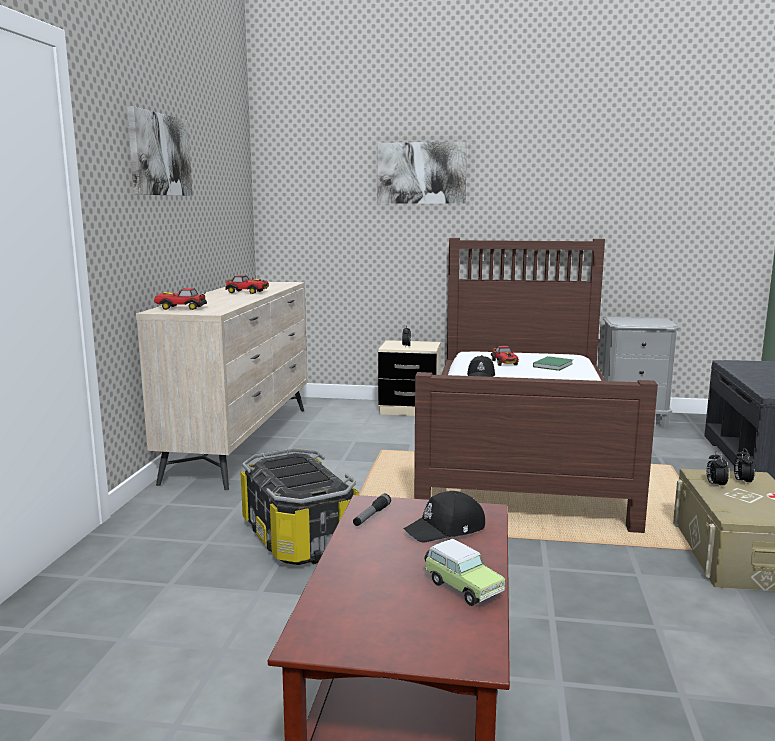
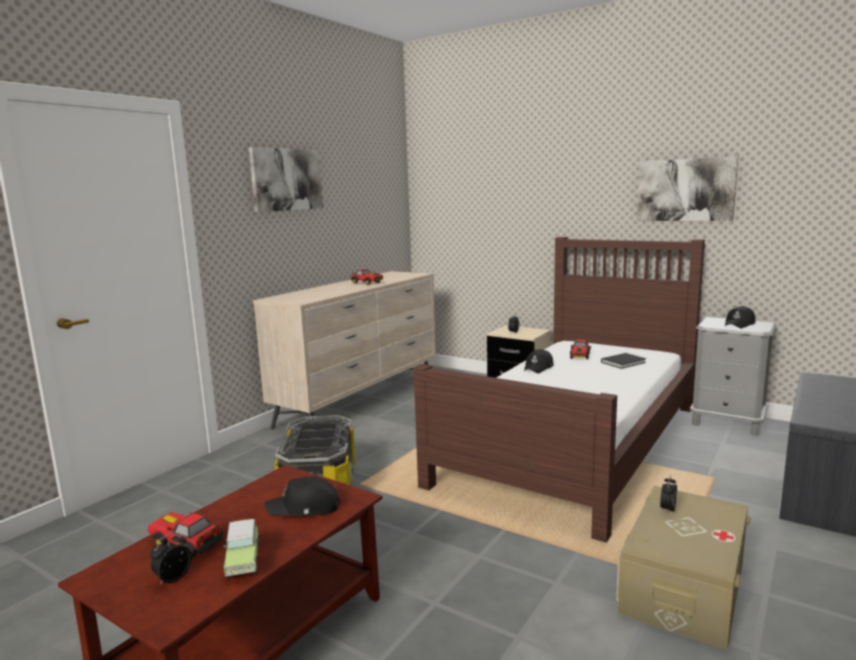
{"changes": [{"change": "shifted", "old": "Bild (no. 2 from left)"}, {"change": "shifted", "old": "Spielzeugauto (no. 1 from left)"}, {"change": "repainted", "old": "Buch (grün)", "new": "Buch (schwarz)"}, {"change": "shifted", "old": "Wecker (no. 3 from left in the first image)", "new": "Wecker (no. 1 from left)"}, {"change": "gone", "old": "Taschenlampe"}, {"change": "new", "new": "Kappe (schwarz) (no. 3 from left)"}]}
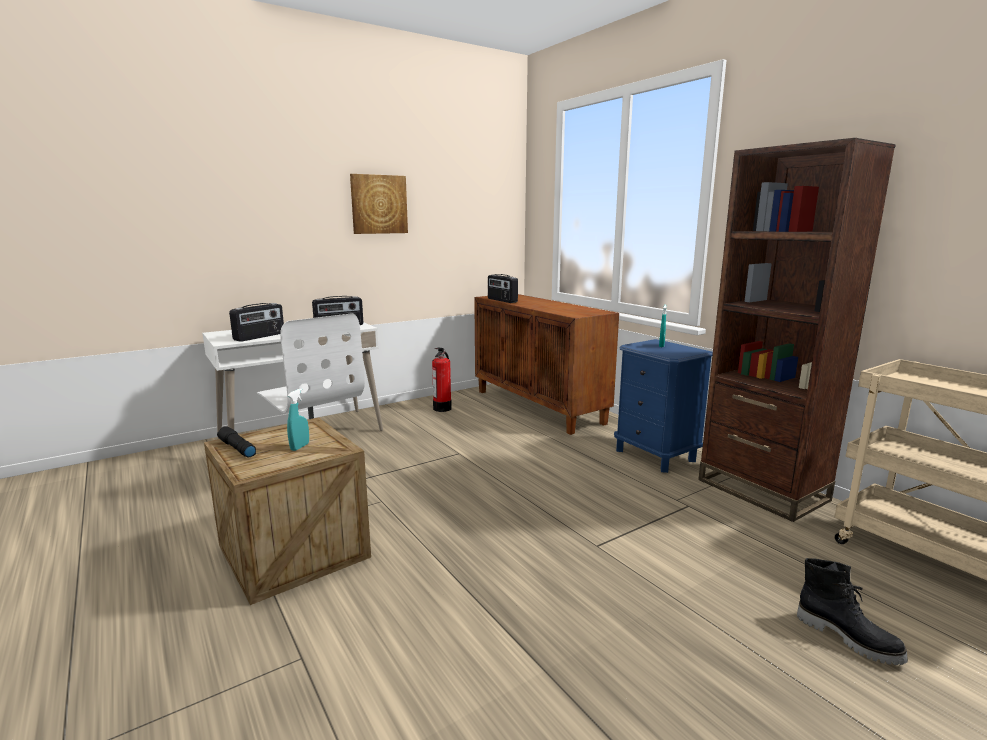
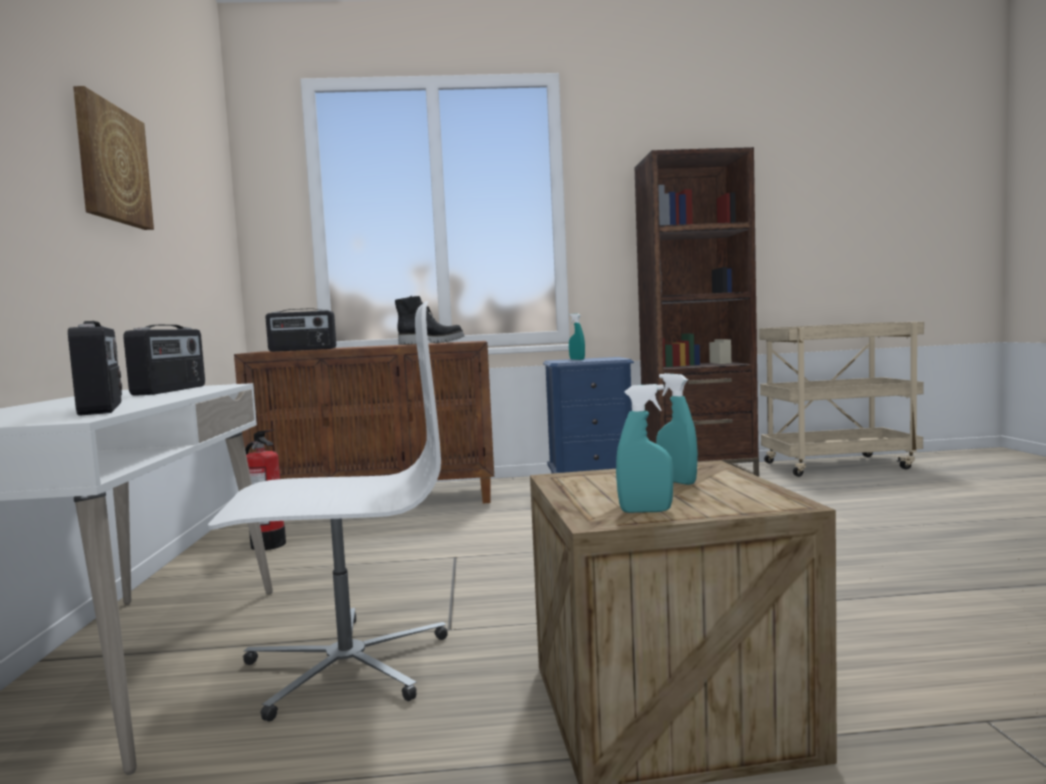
{"changes": [{"change": "swapped", "old": "Taschenlampe (schwarz)", "new": "Sprühflasche (türkis) (no. 2 from left)"}, {"change": "shifted", "old": "Stiefel (schwarz)"}]}
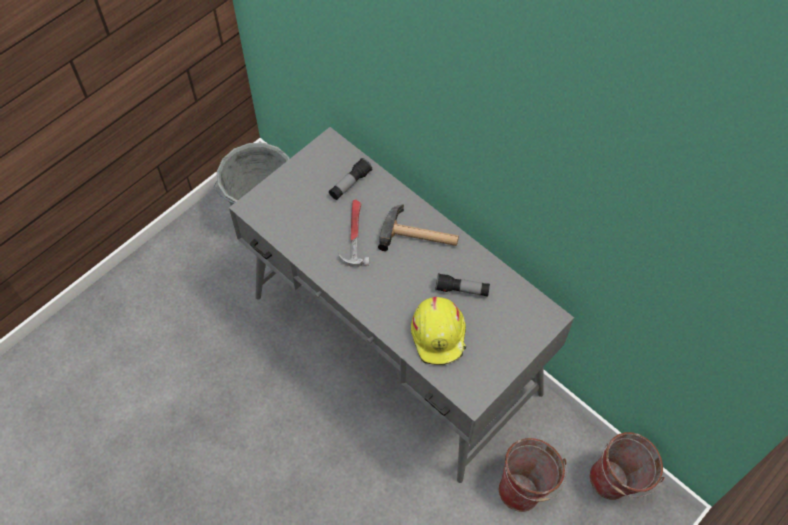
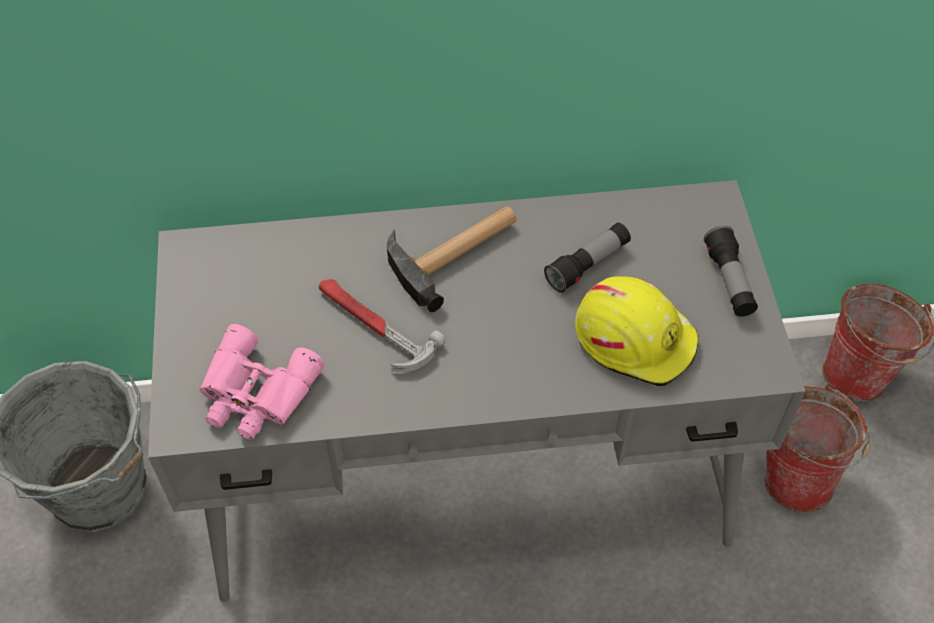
{"changes": [{"change": "shifted", "old": "Taschenlampe (no. 1 from left in the first image)", "new": "Taschenlampe (no. 2 from left)"}, {"change": "new", "new": "Fernglas (rosa)"}]}
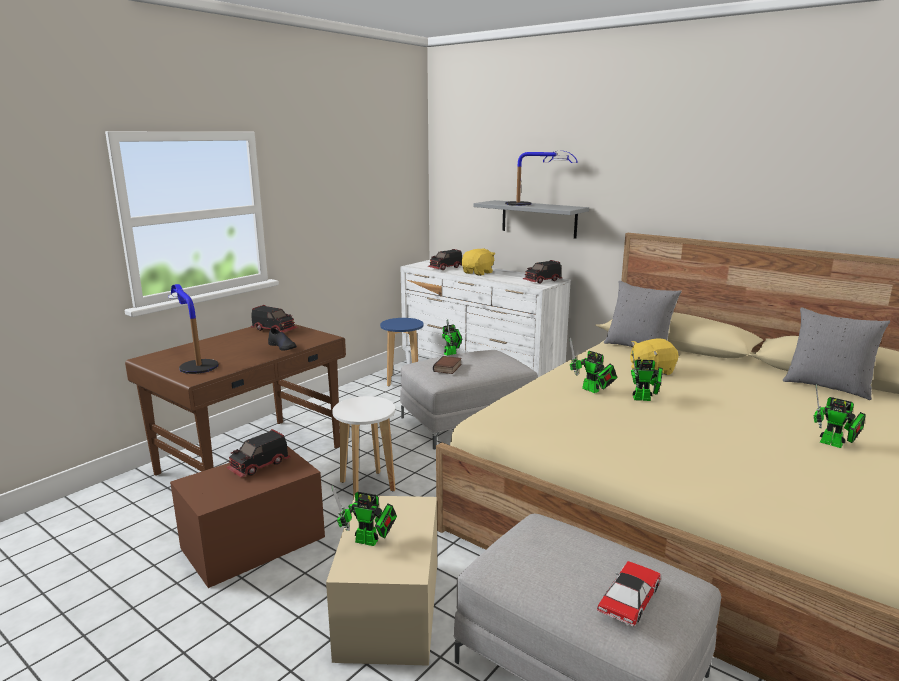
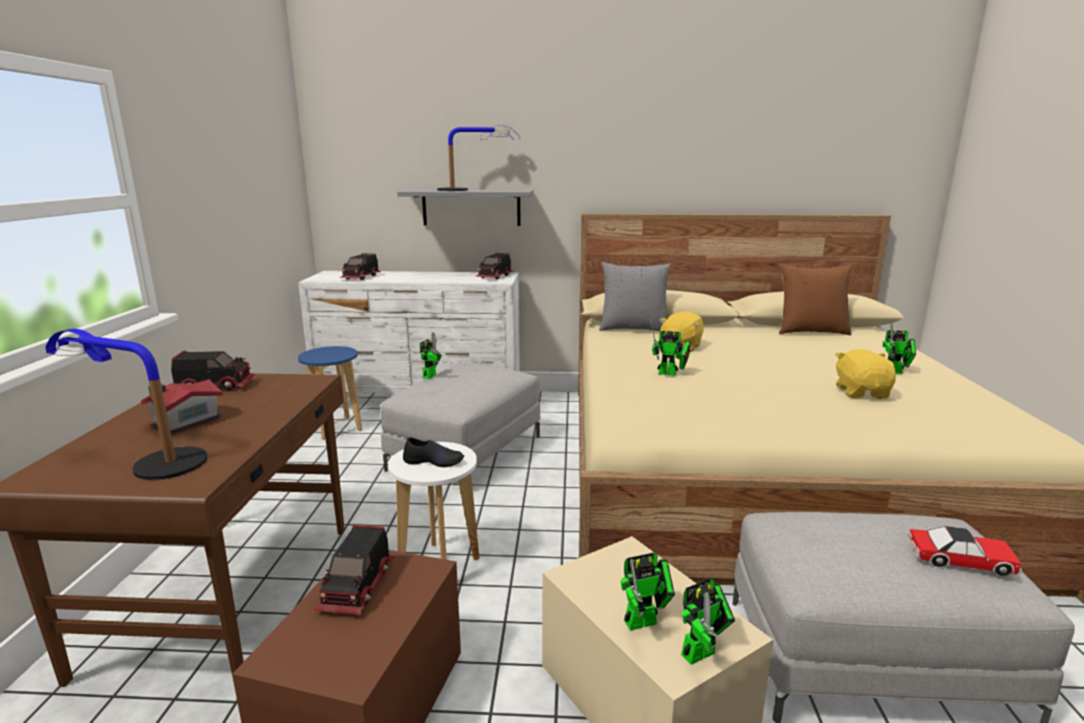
{"changes": [{"change": "shifted", "old": "Plüschtier (gelb) (no. 1 from left in the first image)", "new": "Plüschtier (gelb) (no. 2 from left)"}, {"change": "repainted", "old": "Kissen (grau) (no. 2 from left)", "new": "Kissen (braun)"}, {"change": "shifted", "old": "Schuh (schwarz)"}, {"change": "shifted", "old": "Spielzeugroboter (no. 4 from left)"}, {"change": "gone", "old": "Buch"}, {"change": "rotated", "old": "Spielzeugauto", "degrees": 105}, {"change": "new", "new": "Spielzeughaus"}]}
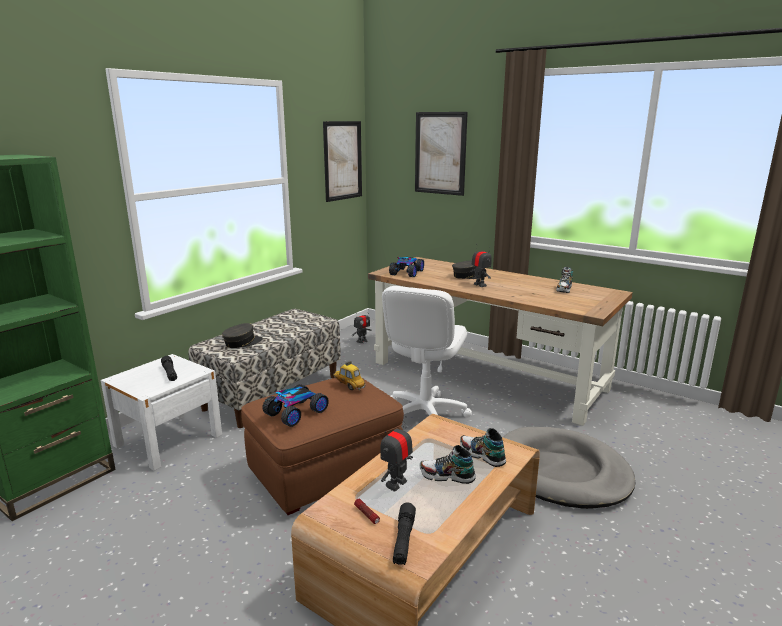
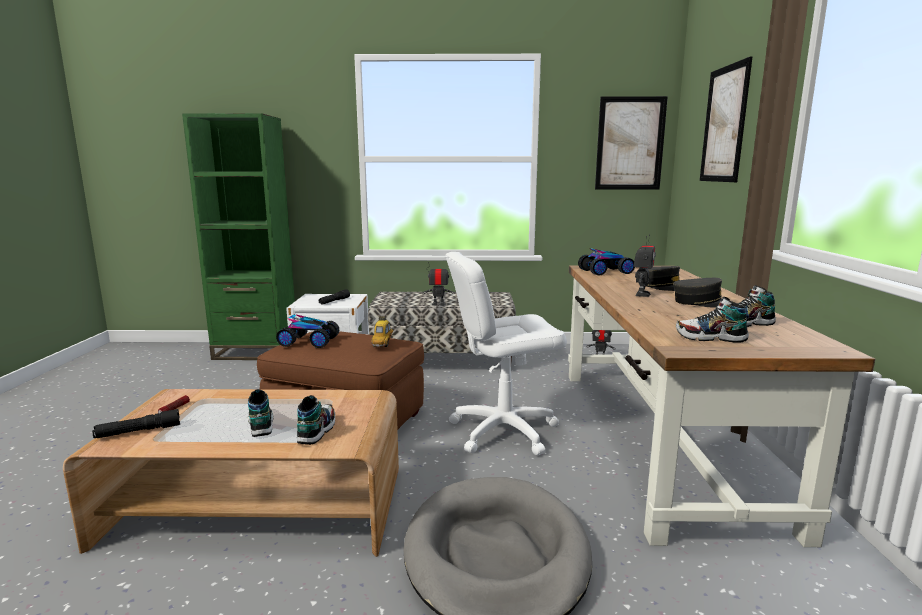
{"changes": [{"change": "shifted", "old": "Kappe (grau) (no. 1 from left in the first image)", "new": "Kappe (grau) (no. 2 from left)"}, {"change": "shifted", "old": "Spielzeugroboter (no. 2 from left in the first image)", "new": "Spielzeugroboter (no. 1 from left)"}, {"change": "new", "new": "Schuh (no. 3 from left)"}]}
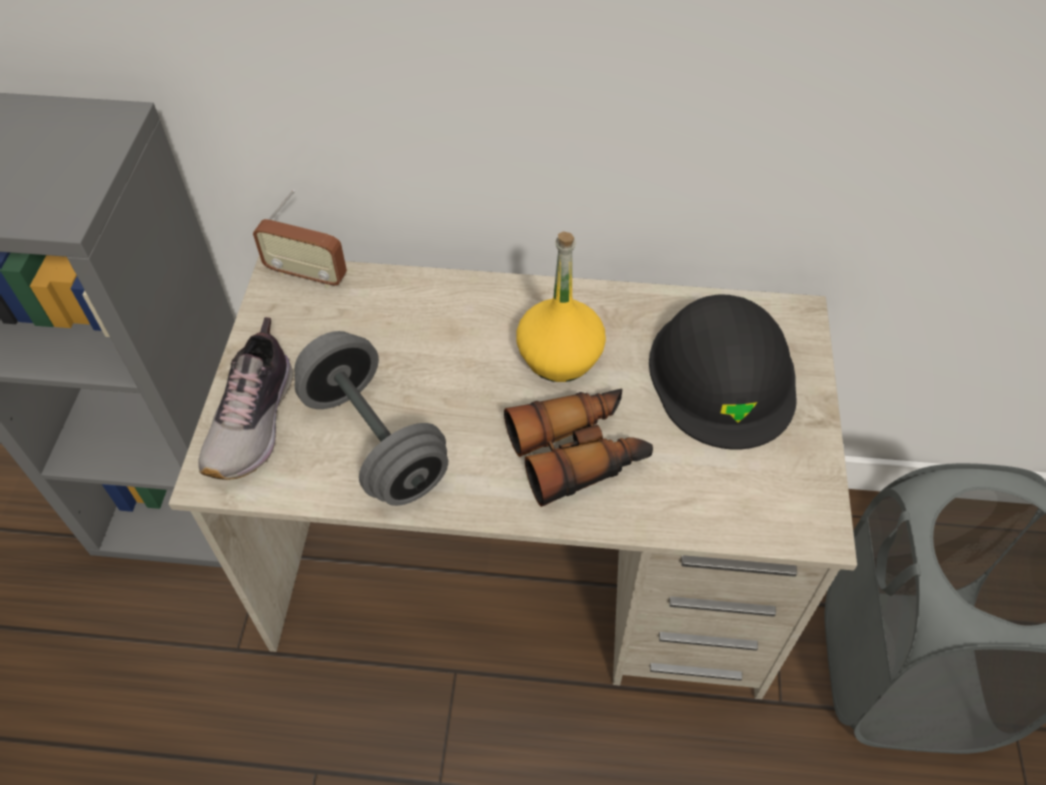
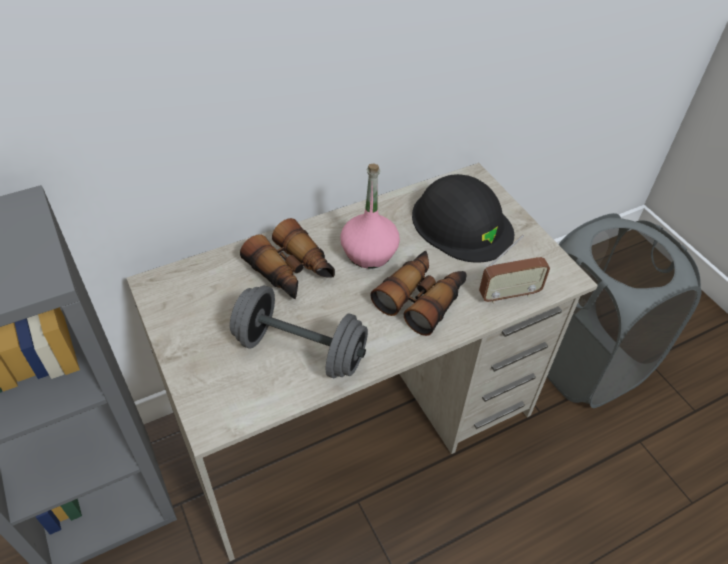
{"changes": [{"change": "shifted", "old": "Radio"}, {"change": "repainted", "old": "Flasche (gelb)", "new": "Flasche (rosa)"}, {"change": "gone", "old": "Schuh"}, {"change": "new", "new": "Fernglas (no. 1 from left)"}]}
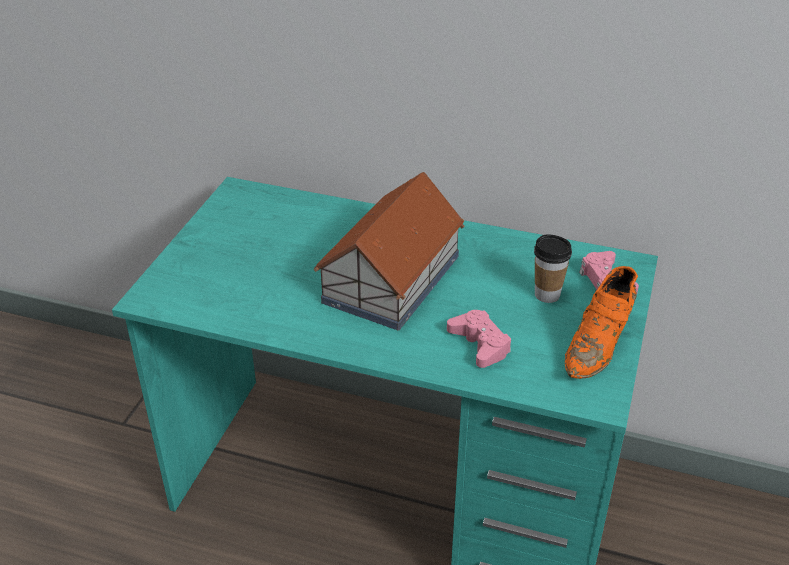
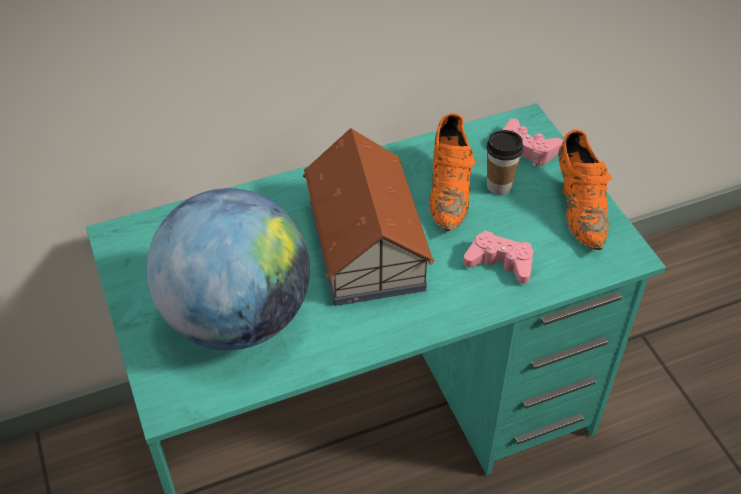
{"changes": [{"change": "new", "new": "Schuh (orange) (no. 1 from left)"}, {"change": "new", "new": "Globus"}]}
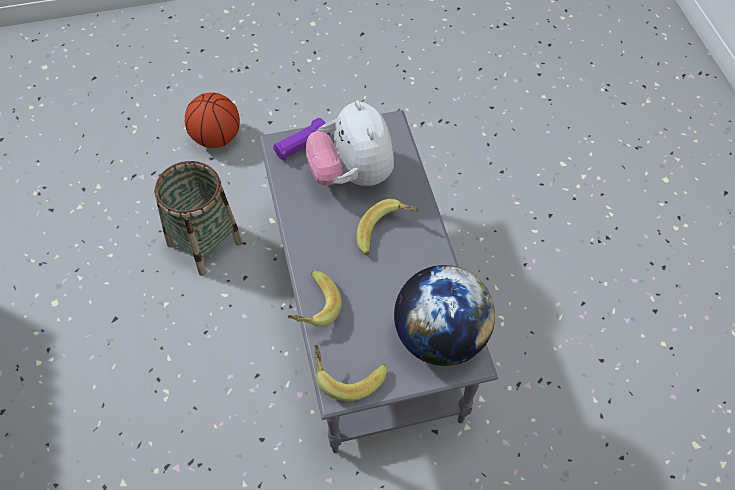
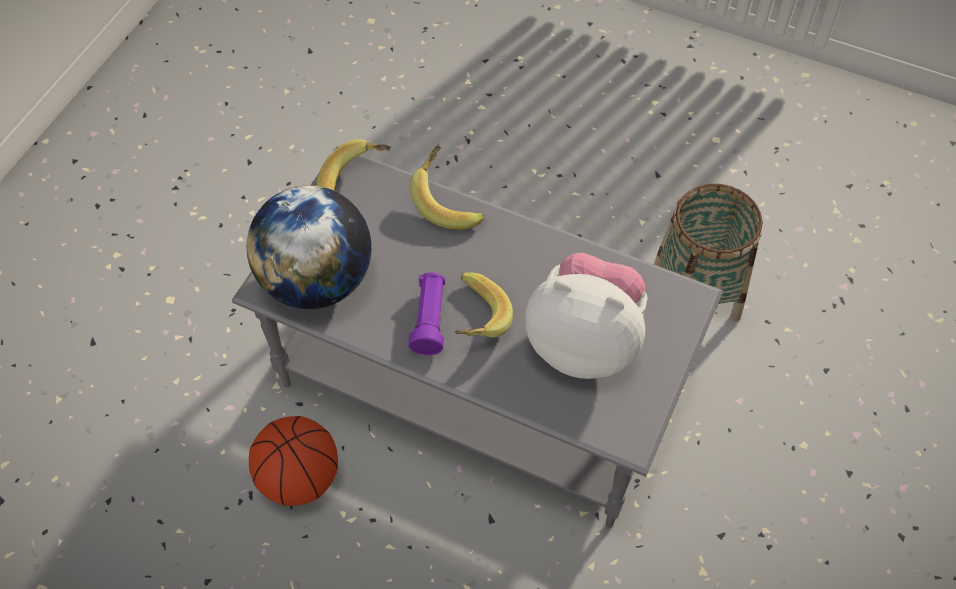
{"changes": [{"change": "shifted", "old": "Basketball"}, {"change": "shifted", "old": "Taschenlampe (lila)"}]}
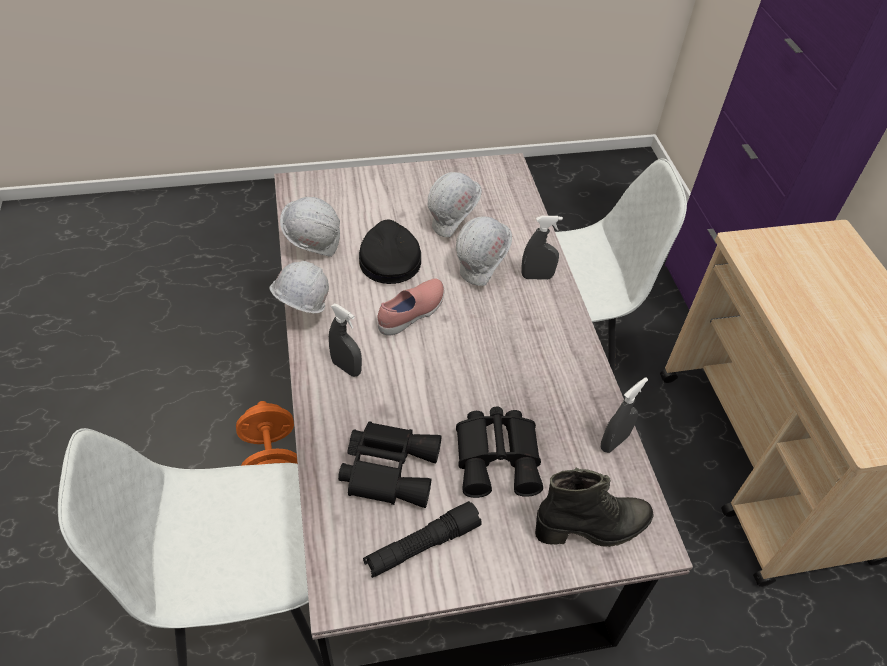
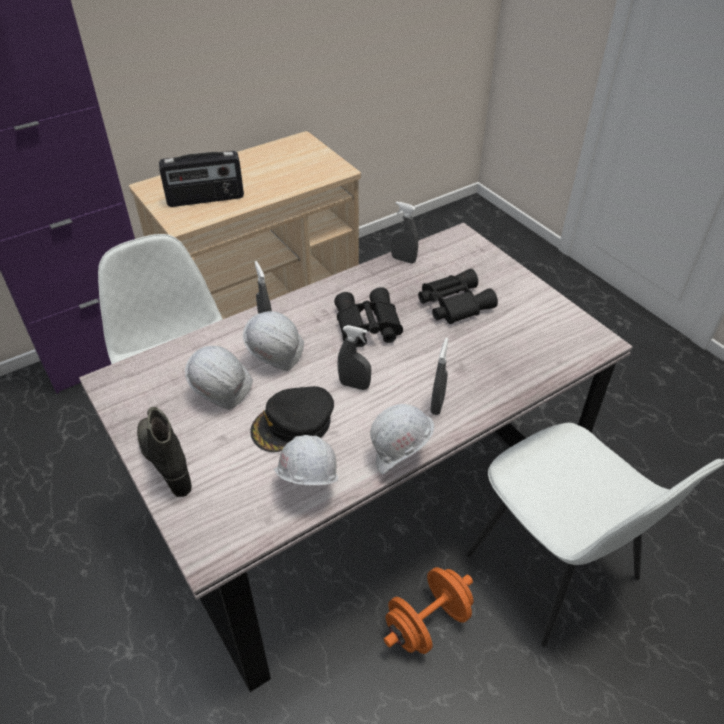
{"changes": [{"change": "swapped", "old": "Schuh (rosa)", "new": "Sprühflasche (grau) (no. 2 from left)"}, {"change": "shifted", "old": "Fernglas (schwarz) (no. 1 from left)"}, {"change": "shifted", "old": "Stiefel (schwarz)"}, {"change": "gone", "old": "Taschenlampe (schwarz)"}, {"change": "new", "new": "Radio"}]}
